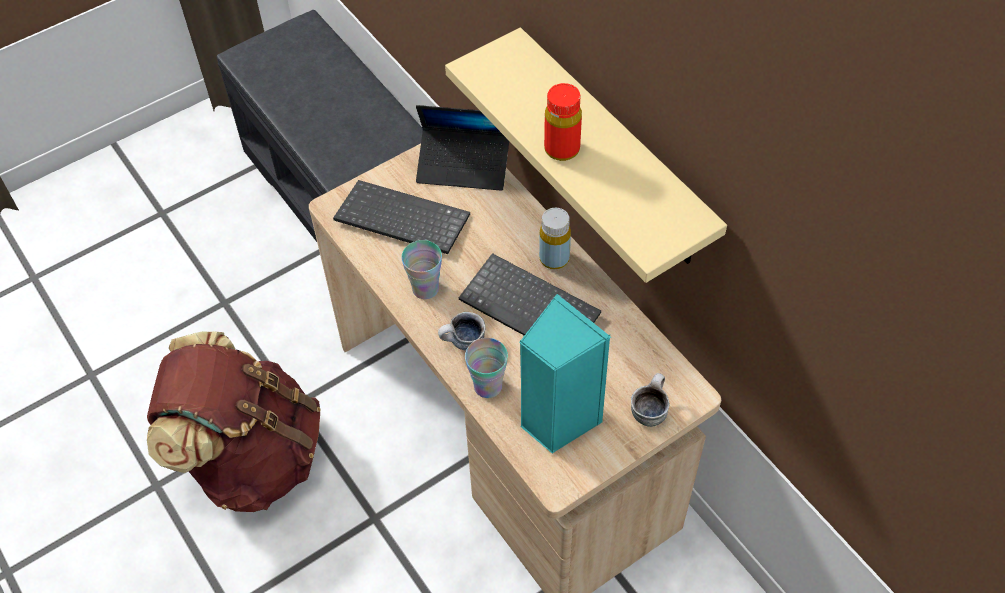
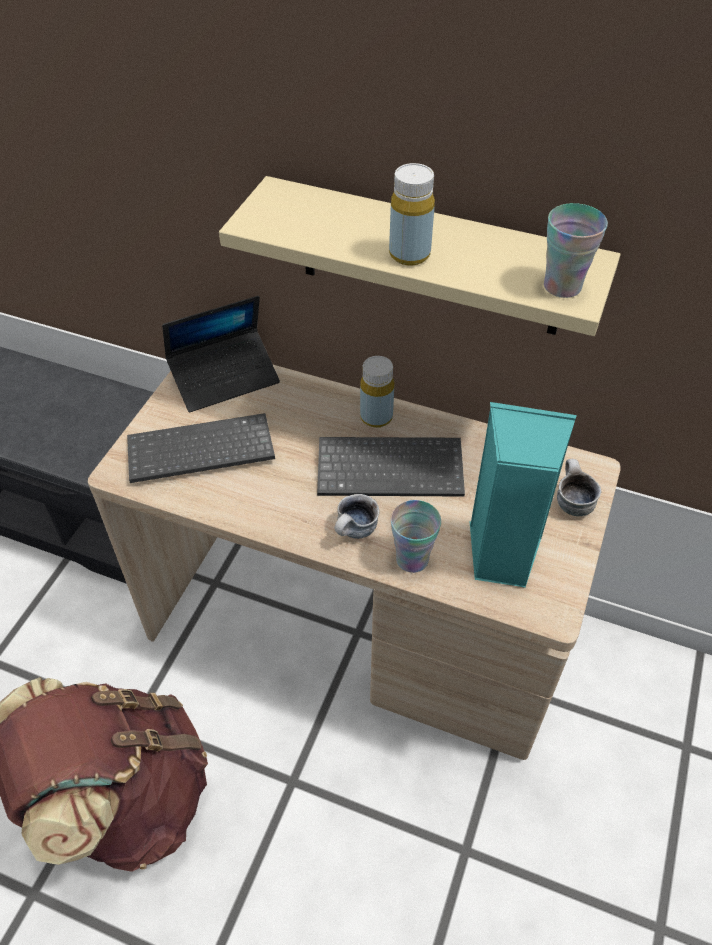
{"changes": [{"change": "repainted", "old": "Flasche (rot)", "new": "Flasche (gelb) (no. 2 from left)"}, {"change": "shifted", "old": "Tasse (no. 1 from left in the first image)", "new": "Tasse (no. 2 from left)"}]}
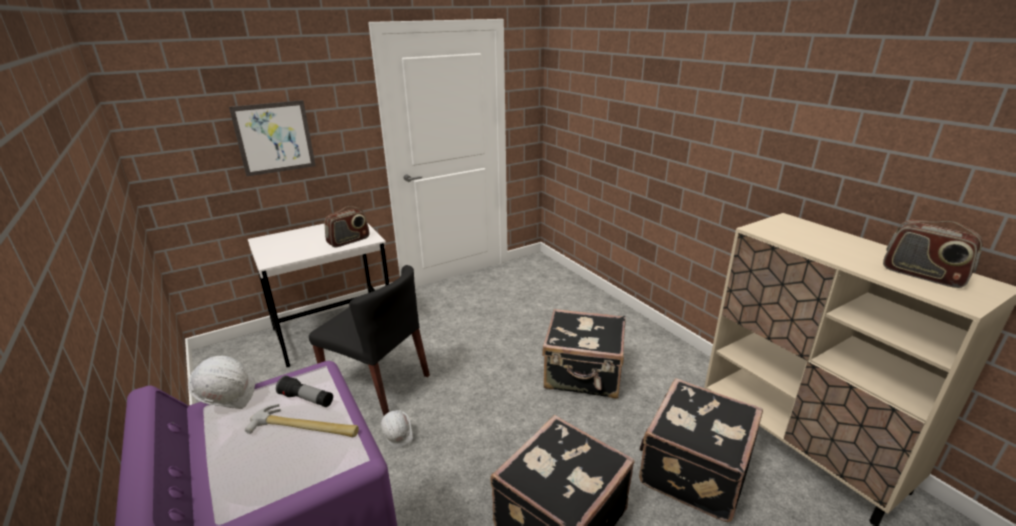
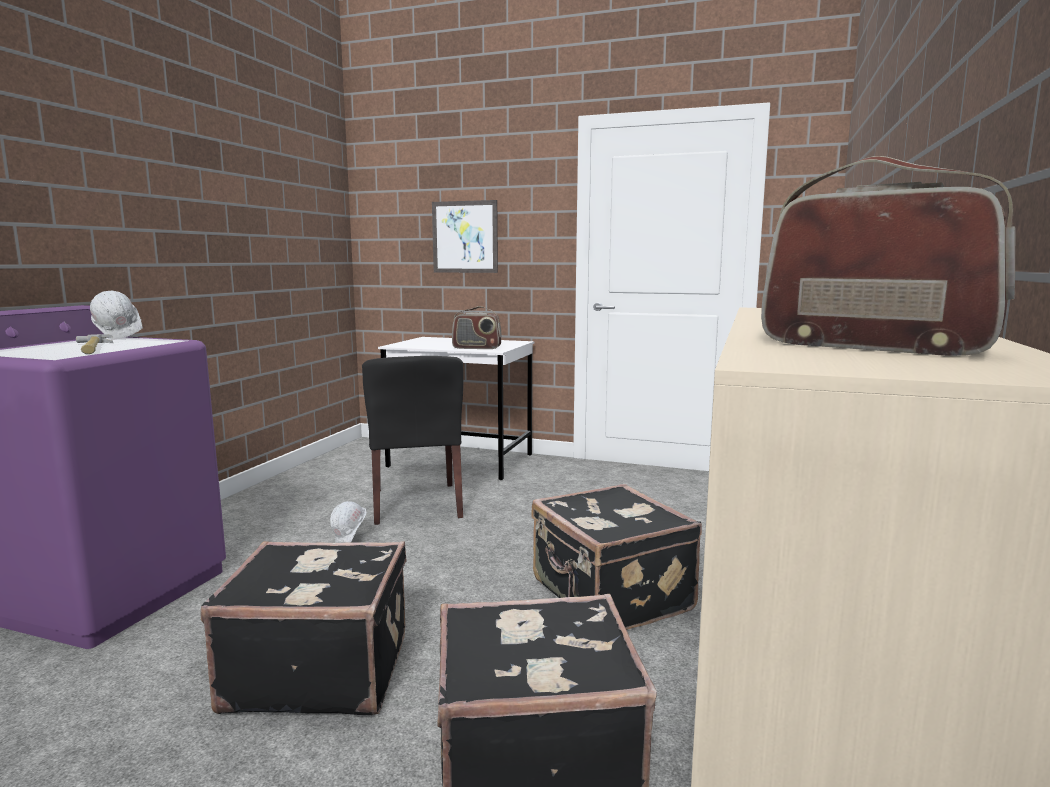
{"changes": [{"change": "rotated", "old": "Radio (no. 2 from left)", "degrees": 120}, {"change": "gone", "old": "Taschenlampe"}]}
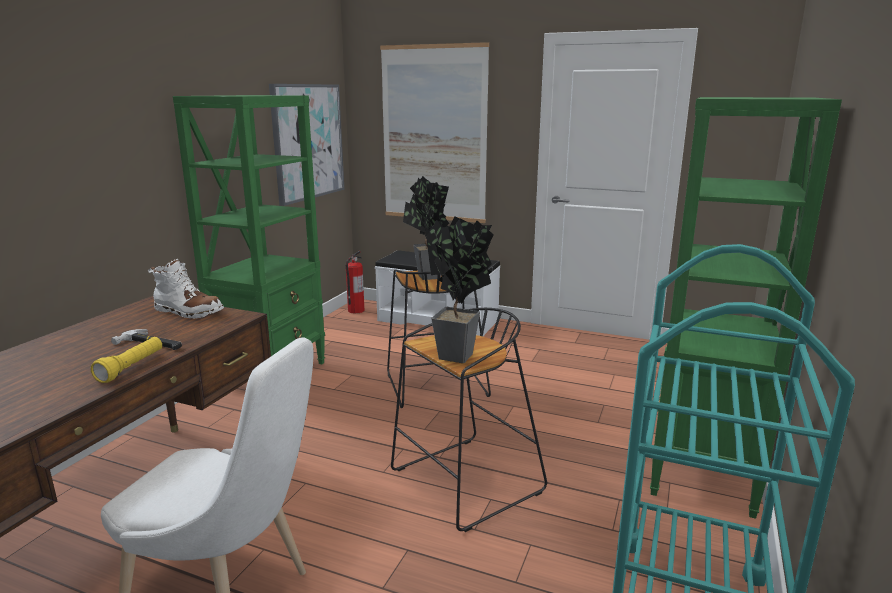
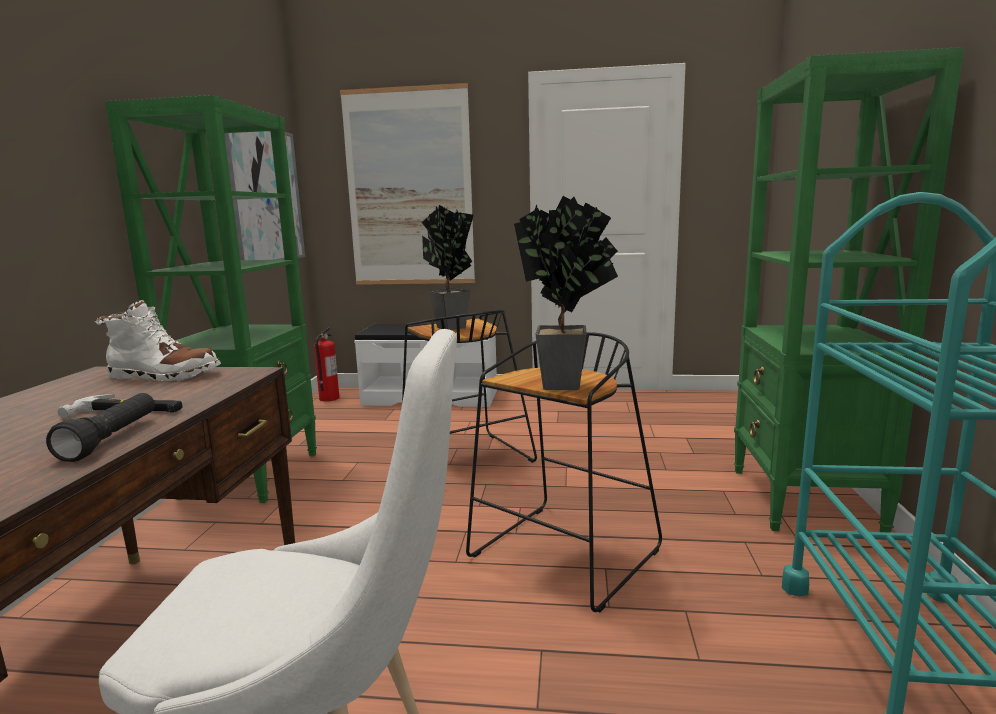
{"changes": [{"change": "repainted", "old": "Taschenlampe (gelb)", "new": "Taschenlampe (schwarz)"}]}
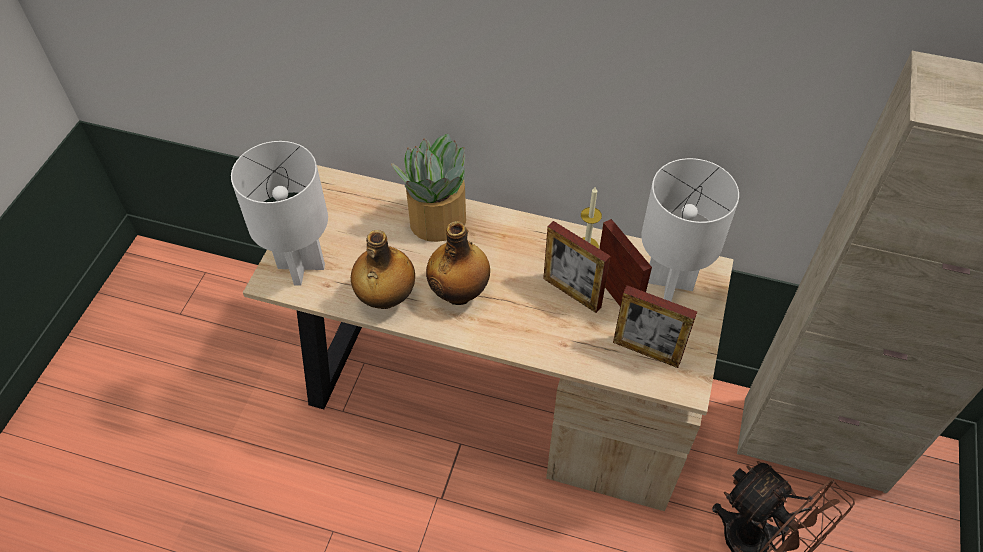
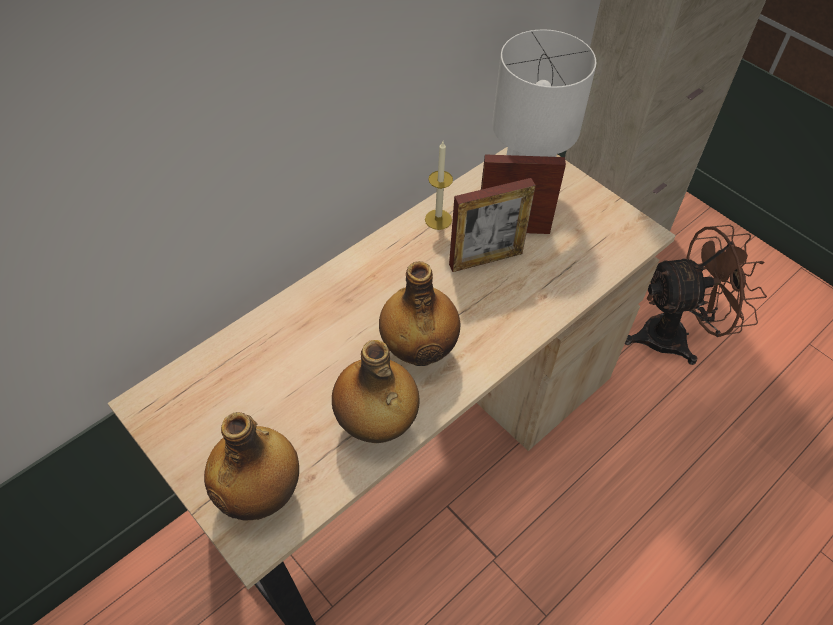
{"changes": [{"change": "gone", "old": "Topfpflanze"}, {"change": "swapped", "old": "Tischlampe (weiß) (no. 1 from left)", "new": "Flasche (no. 1 from left)"}, {"change": "gone", "old": "Bilderrahmen (no. 3 from left)"}]}
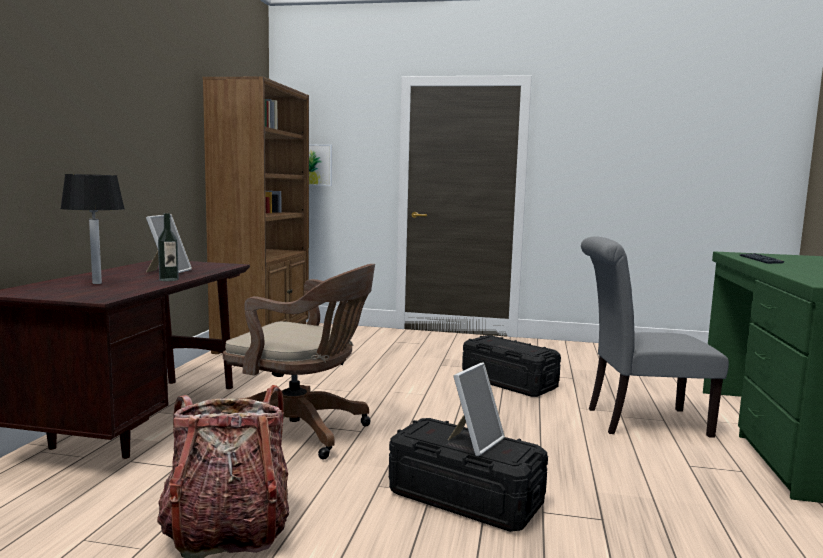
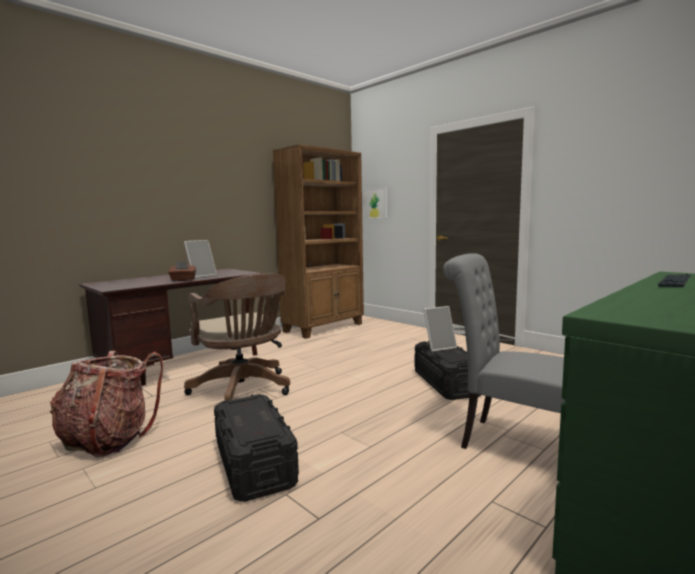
{"changes": [{"change": "gone", "old": "Tischlampe"}, {"change": "swapped", "old": "Flasche", "new": "Taschentuchbox (braun)"}, {"change": "shifted", "old": "Bilderrahmen (no. 2 from left)"}]}
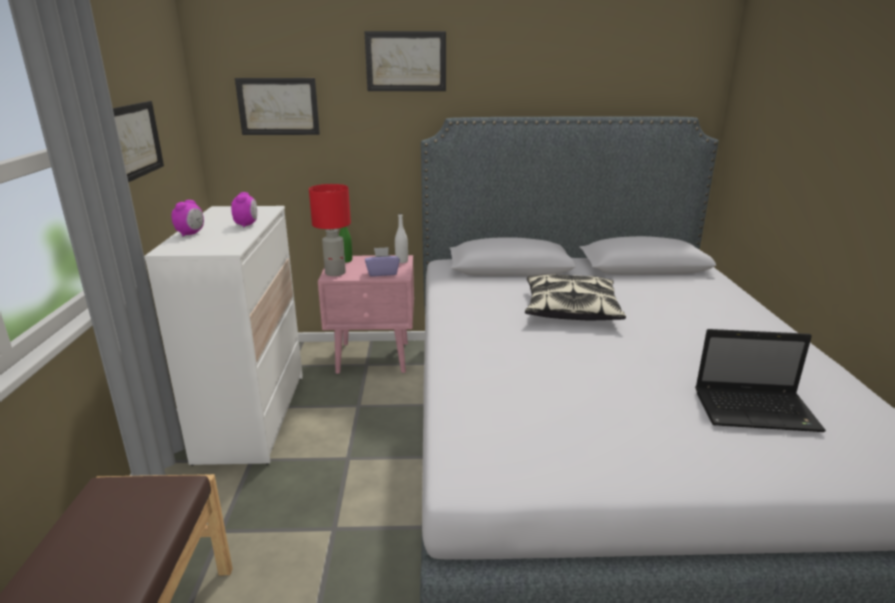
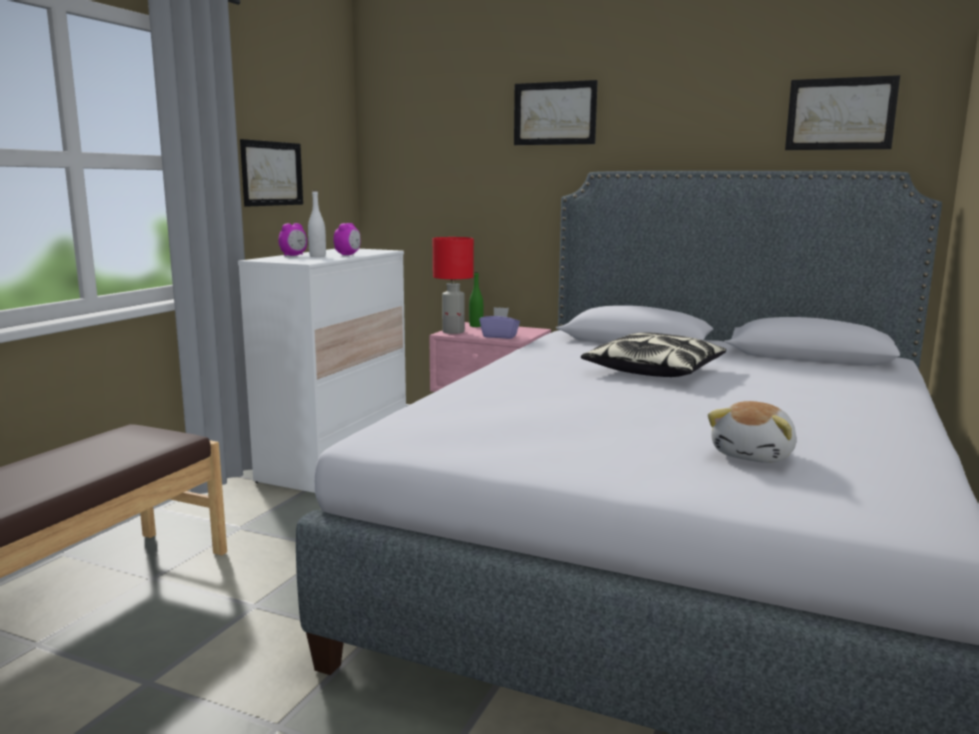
{"changes": [{"change": "shifted", "old": "Bild (no. 2 from left in the first image)", "new": "Bild (no. 3 from left)"}, {"change": "shifted", "old": "Flasche (weiß)"}, {"change": "swapped", "old": "Laptop", "new": "Plüschtier"}]}
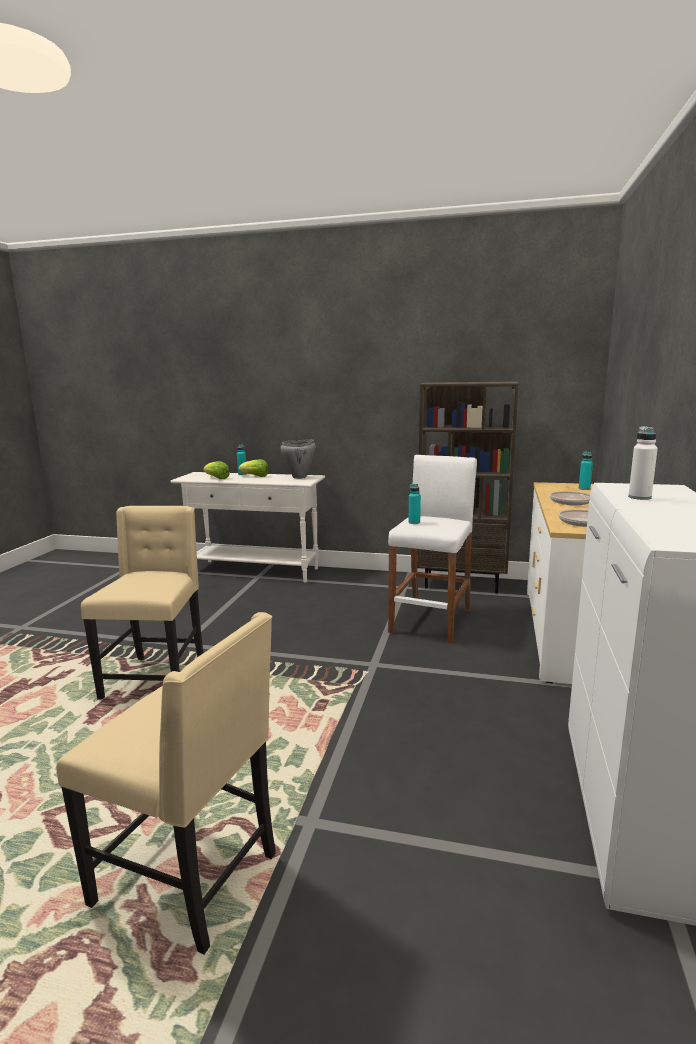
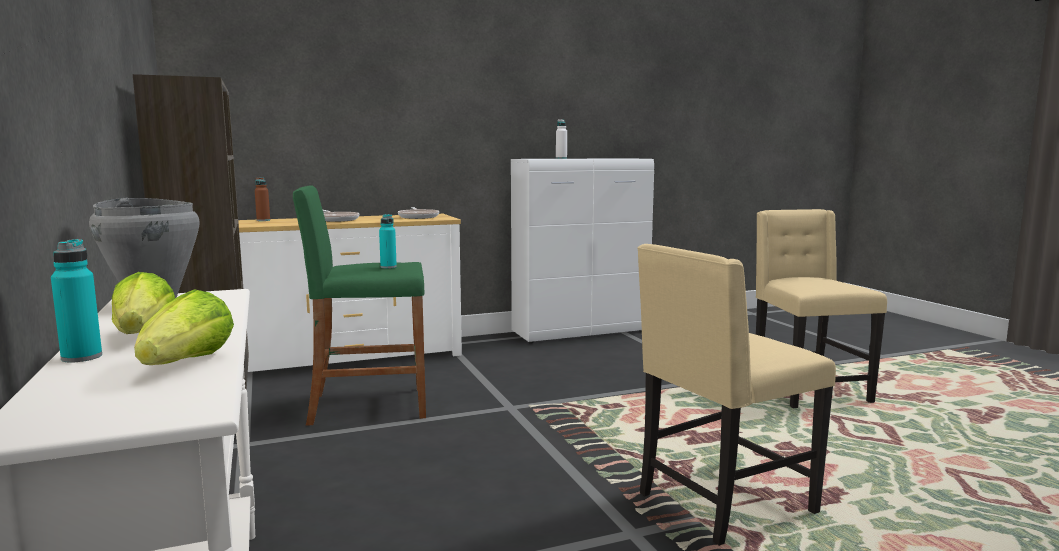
{"changes": [{"change": "repainted", "old": "Flasche (türkis) (no. 3 from left)", "new": "Flasche (braun)"}, {"change": "repainted", "old": "Hocker (weiß)", "new": "Hocker (grün)"}]}
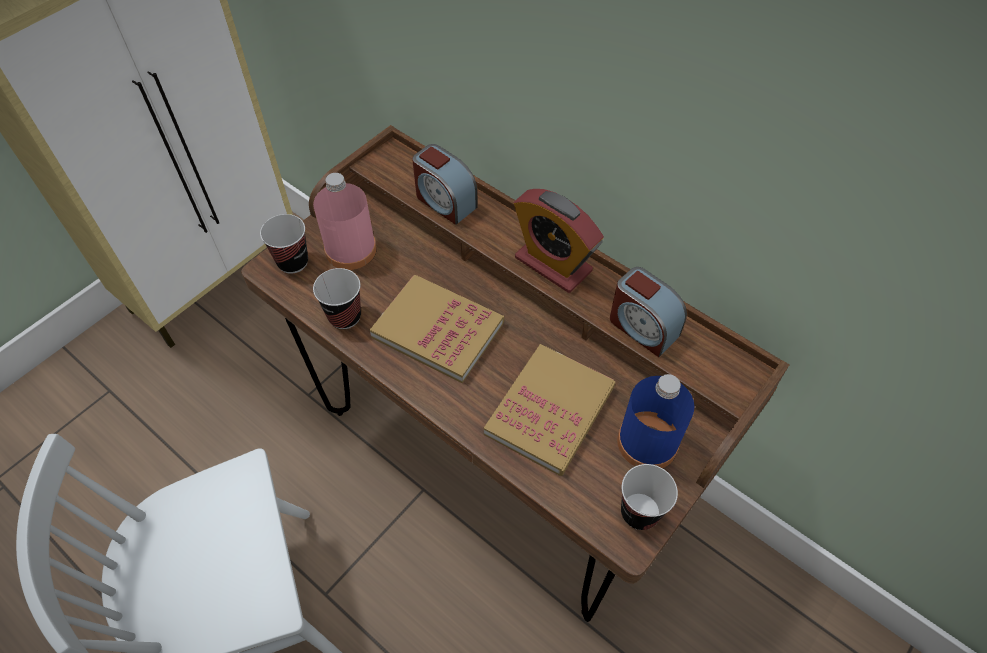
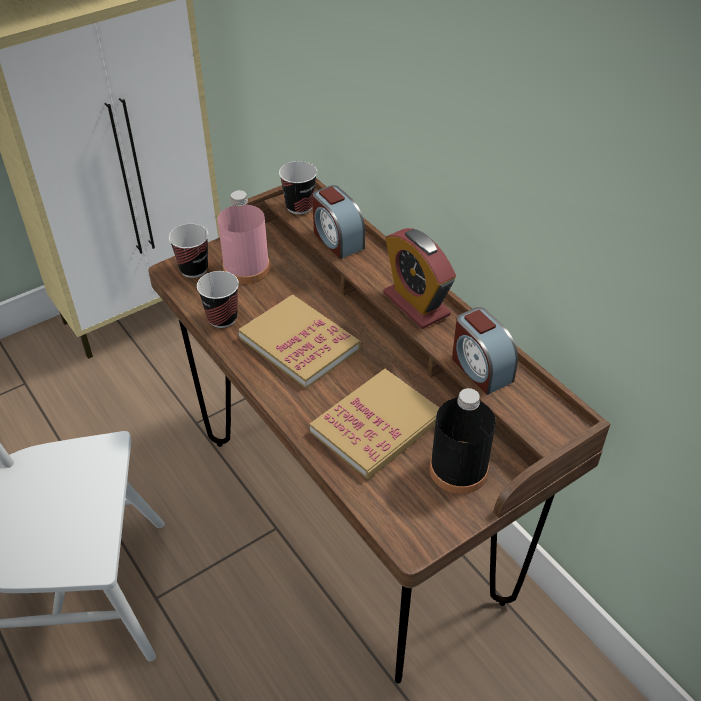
{"changes": [{"change": "repainted", "old": "Flasche (blau)", "new": "Flasche (schwarz)"}, {"change": "shifted", "old": "Tasse (no. 3 from left)"}]}
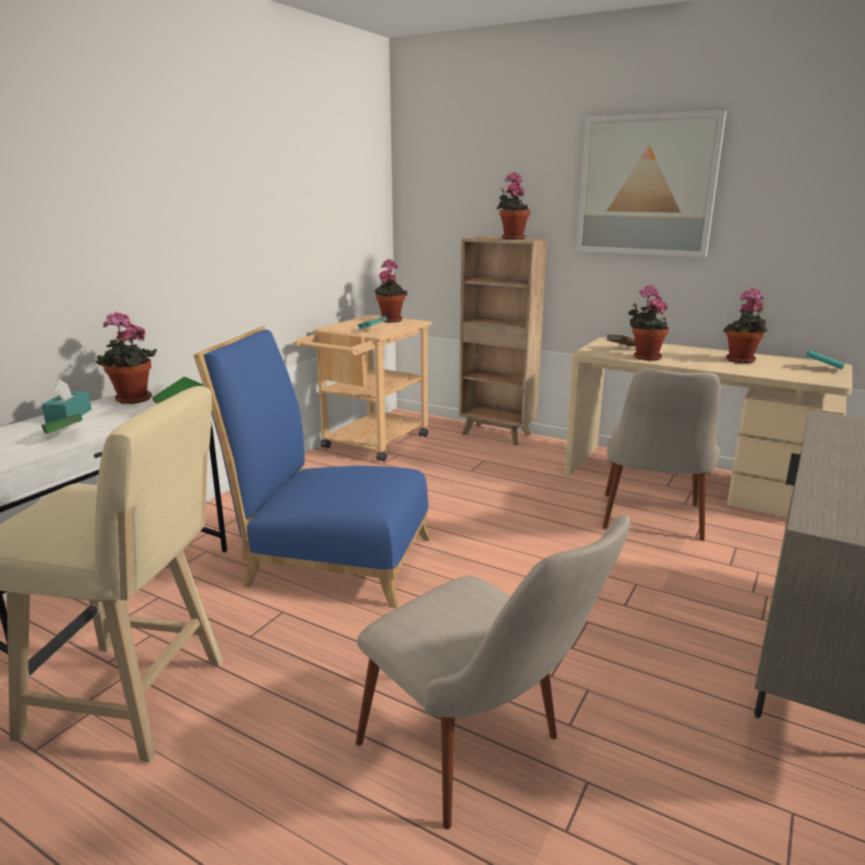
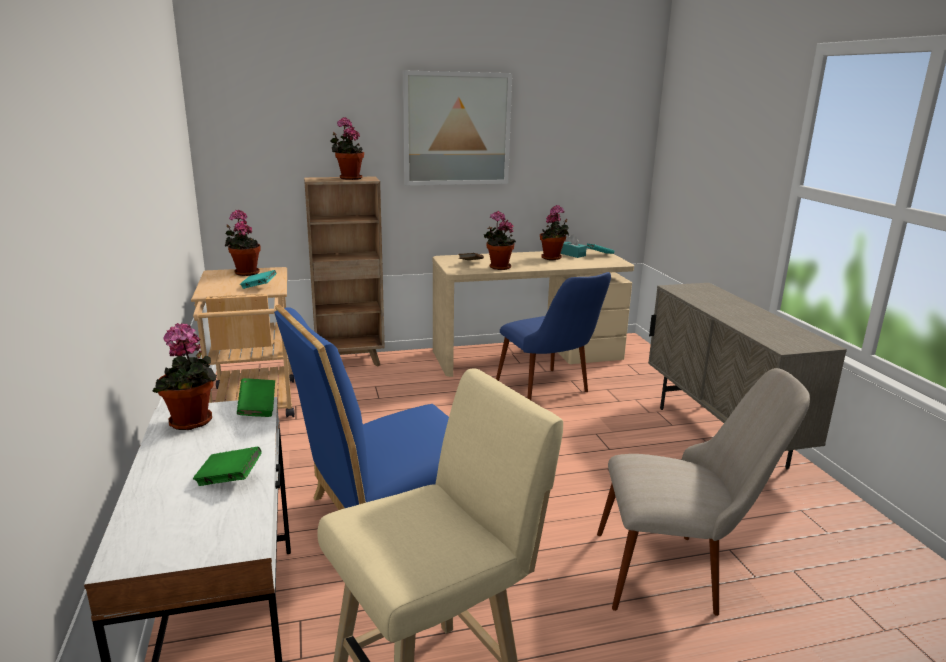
{"changes": [{"change": "repainted", "old": "Stuhl (beige) (no. 2 from left)", "new": "Stuhl (blau) (no. 2 from left)"}, {"change": "shifted", "old": "Taschentuchbox (türkis)"}]}
